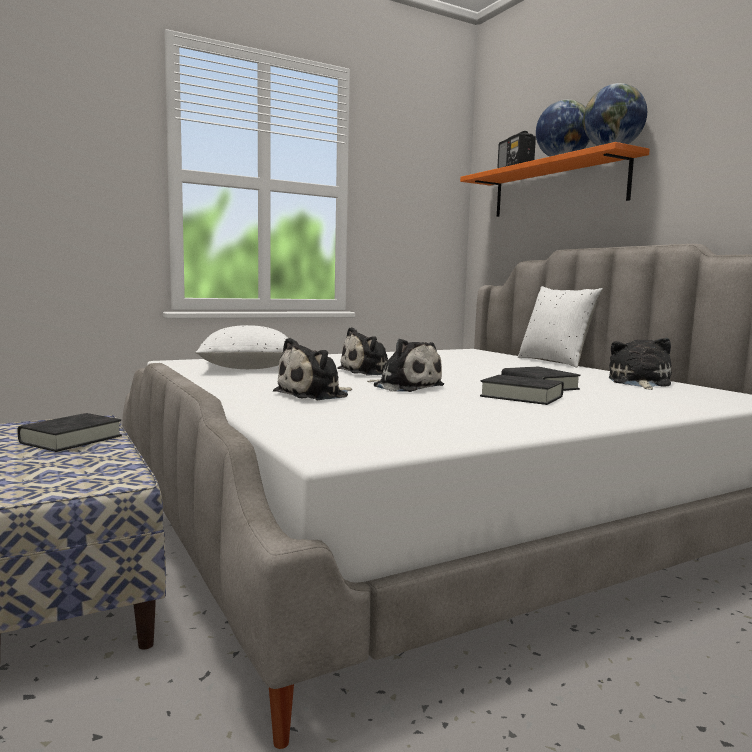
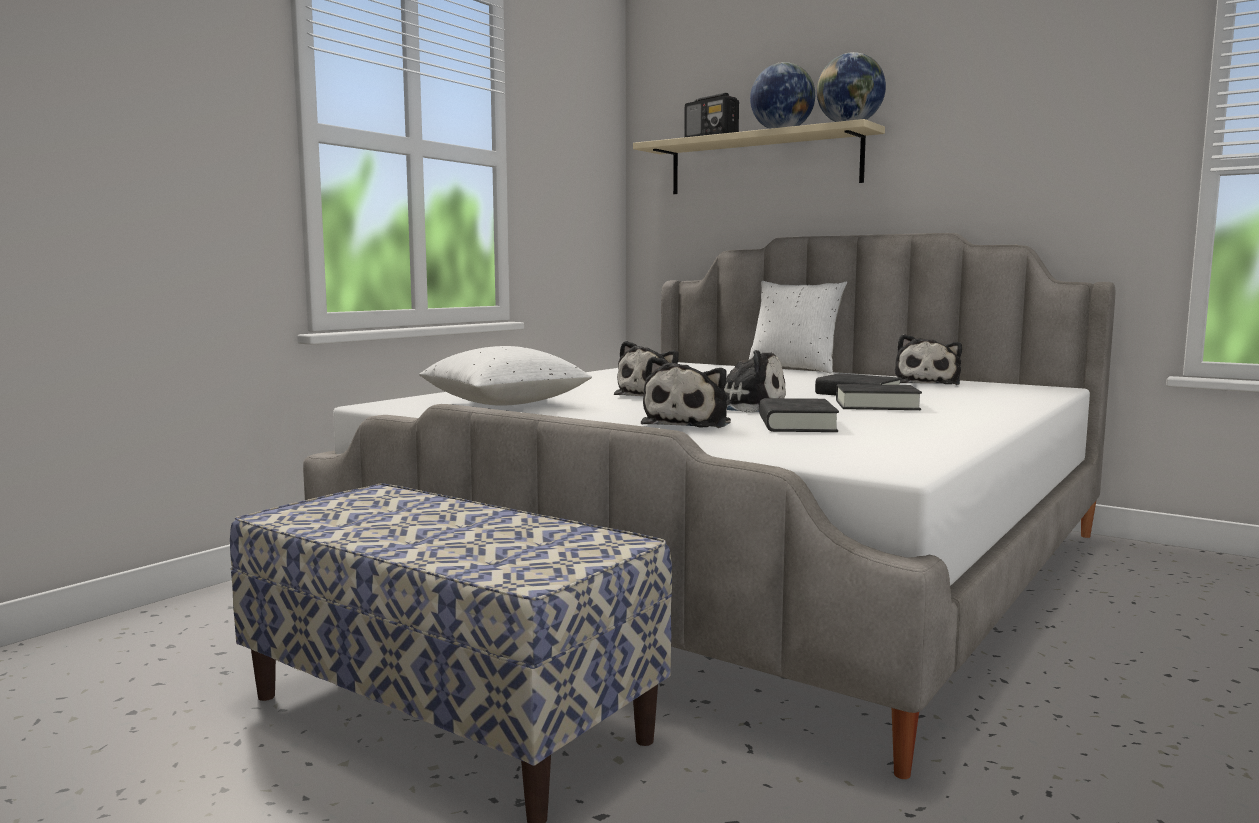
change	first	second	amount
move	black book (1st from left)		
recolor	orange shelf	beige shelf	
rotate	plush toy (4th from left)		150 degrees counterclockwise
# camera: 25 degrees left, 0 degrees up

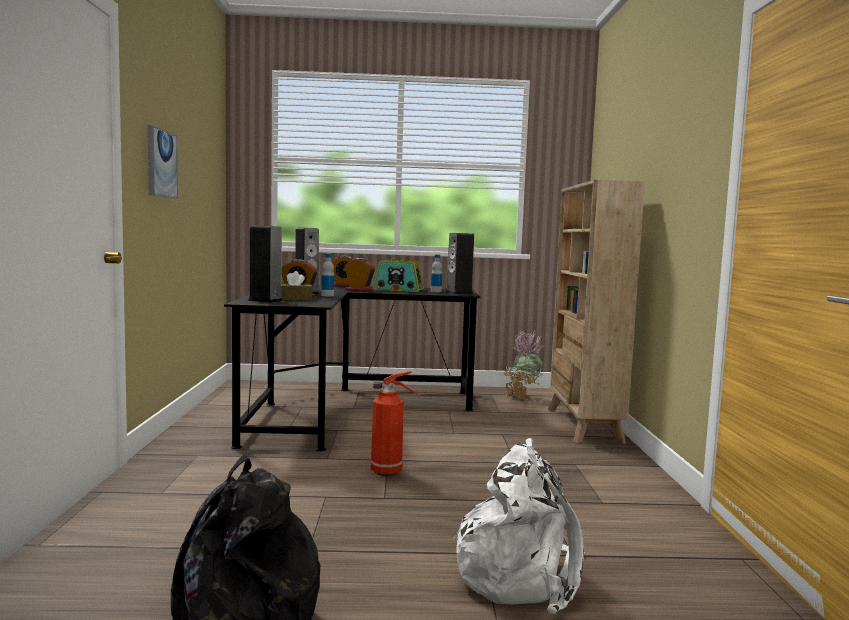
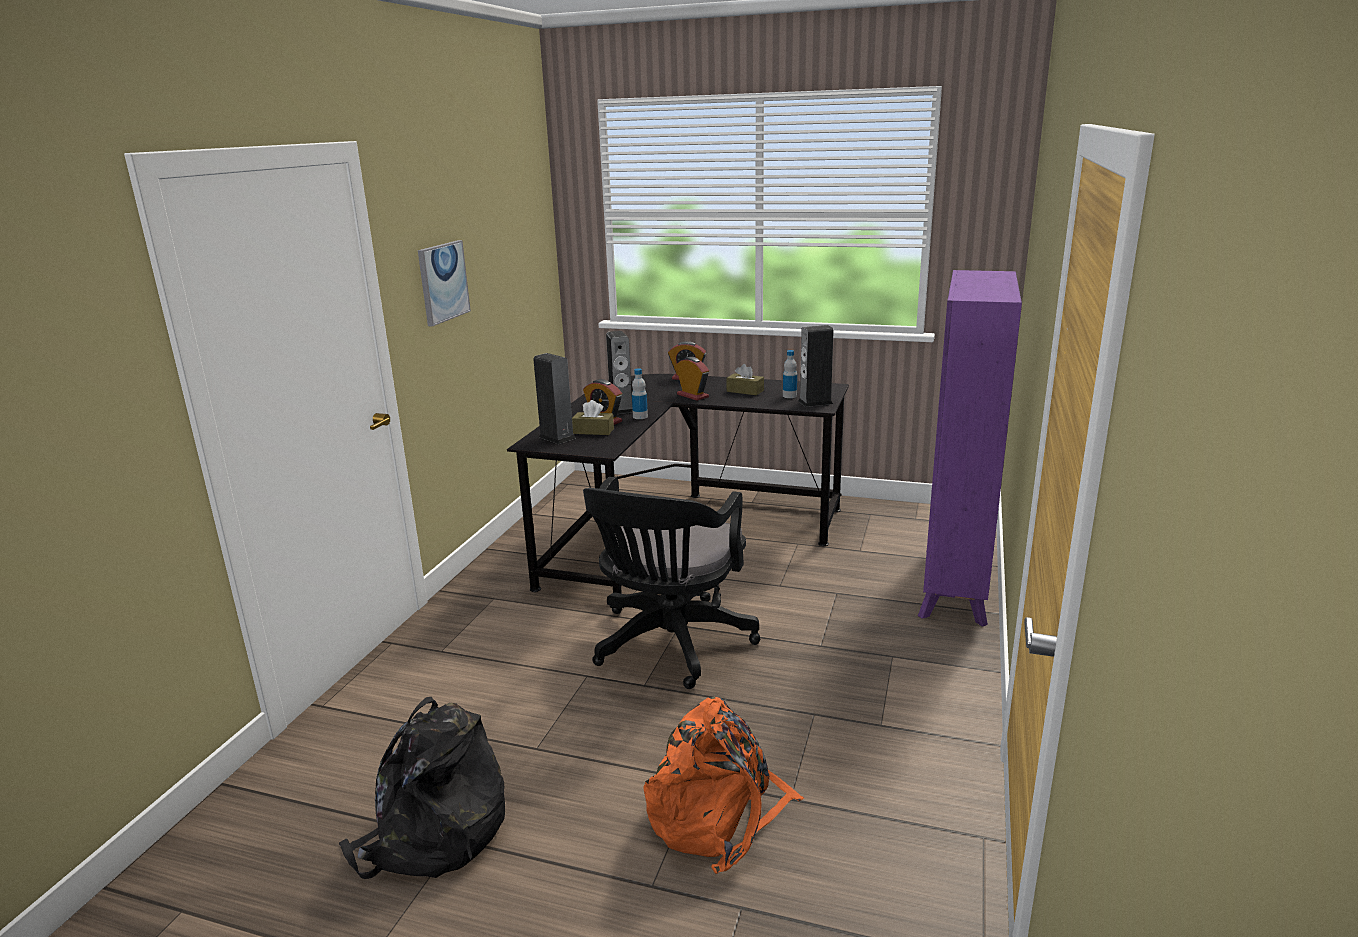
change	first	second	amount
delete	potted plant		
replace	fire extinguisher	black office chair	
replace	radio	brown tissue box (2nd from left)	
recolor	white backpack	orange backpack	
recolor	beige bookcase	purple bookcase	
# camera: 20 degrees right, 15 degrees up

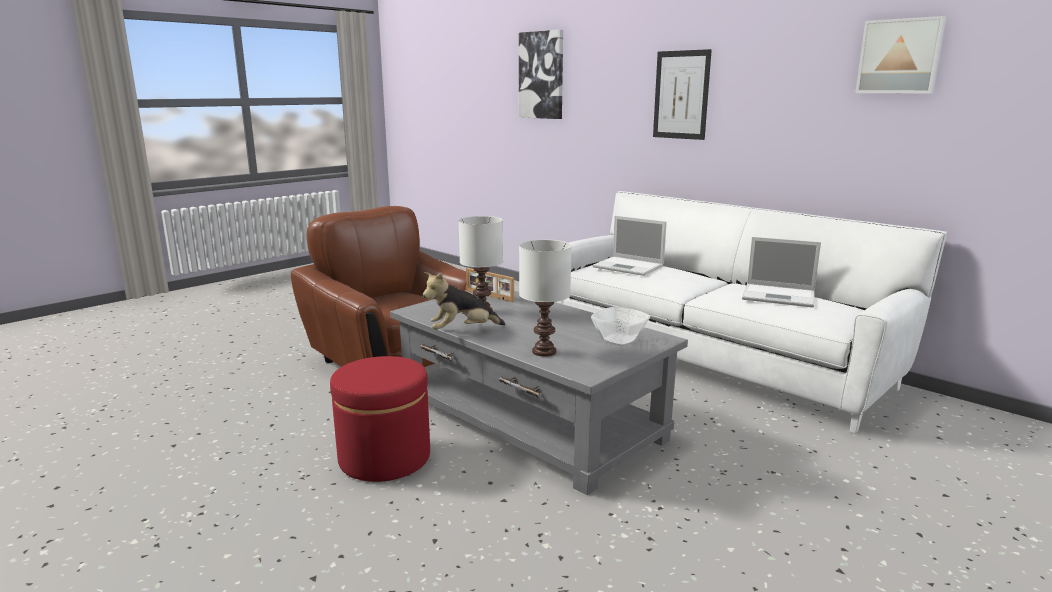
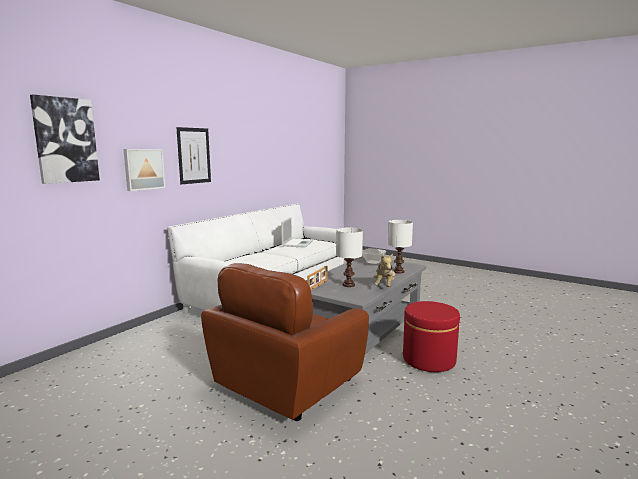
change	first	second	amount
delete	laptop (1st from left)		
move	picture (3rd from left in the first image)	picture (2nd from left)	
rotate	plush toy		45 degrees clockwise
# camera: 100 degrees left, 5 degrees down

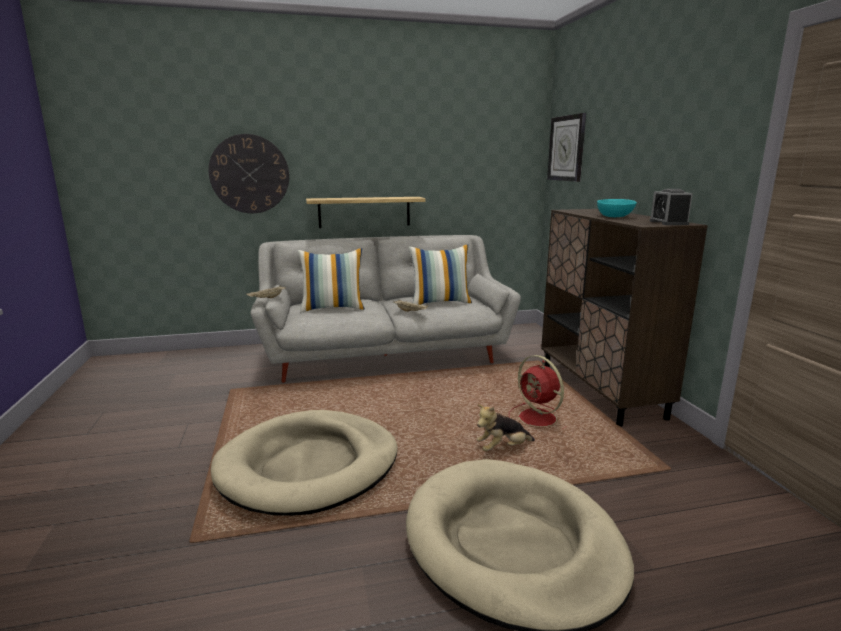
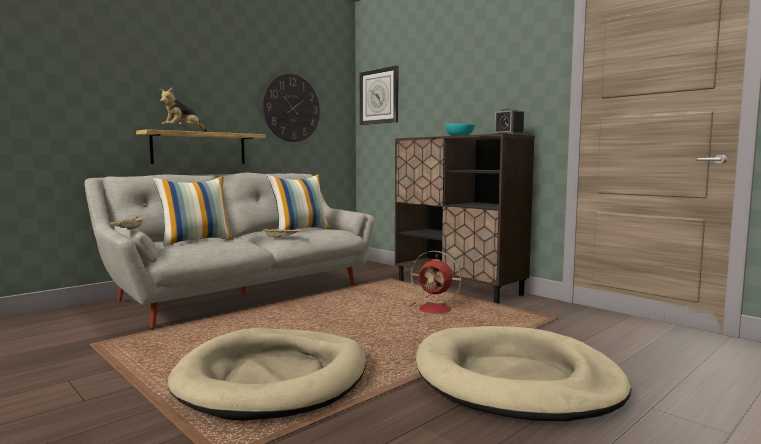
change	first	second	amount
move	wall clock (1st from left)		
move	plush toy		
# camera: 30 degrees left, 10 degrees down

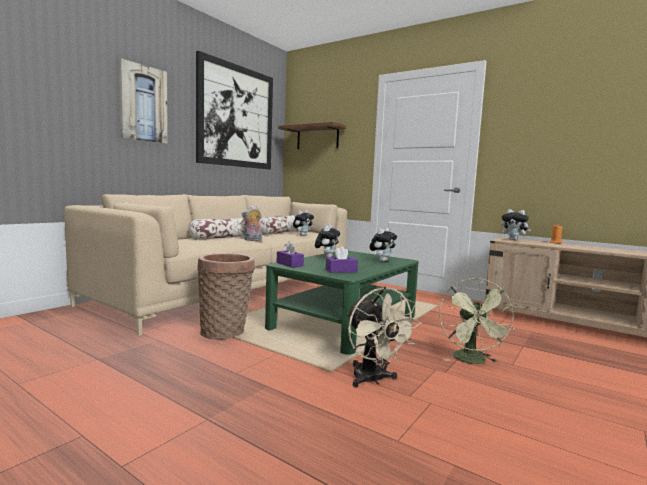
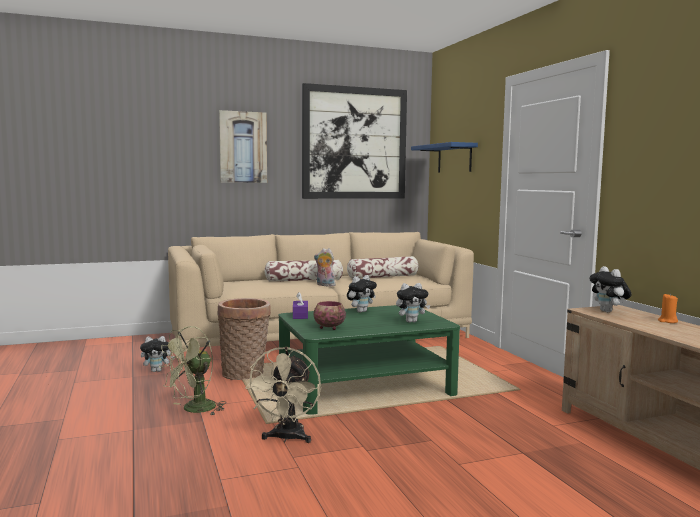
change	first	second	amount
move	plush toy (2nd from left in the first image)	plush toy (1st from left)	
move	green fan		
replace	purple tissue box (2nd from left)	bowl	
recolor	brown shelf	blue shelf	
# camera: 35 degrees right, 0 degrees up

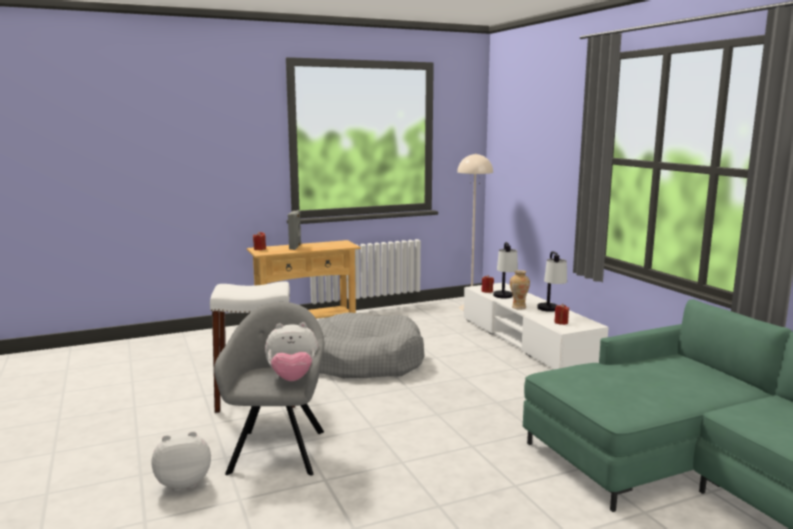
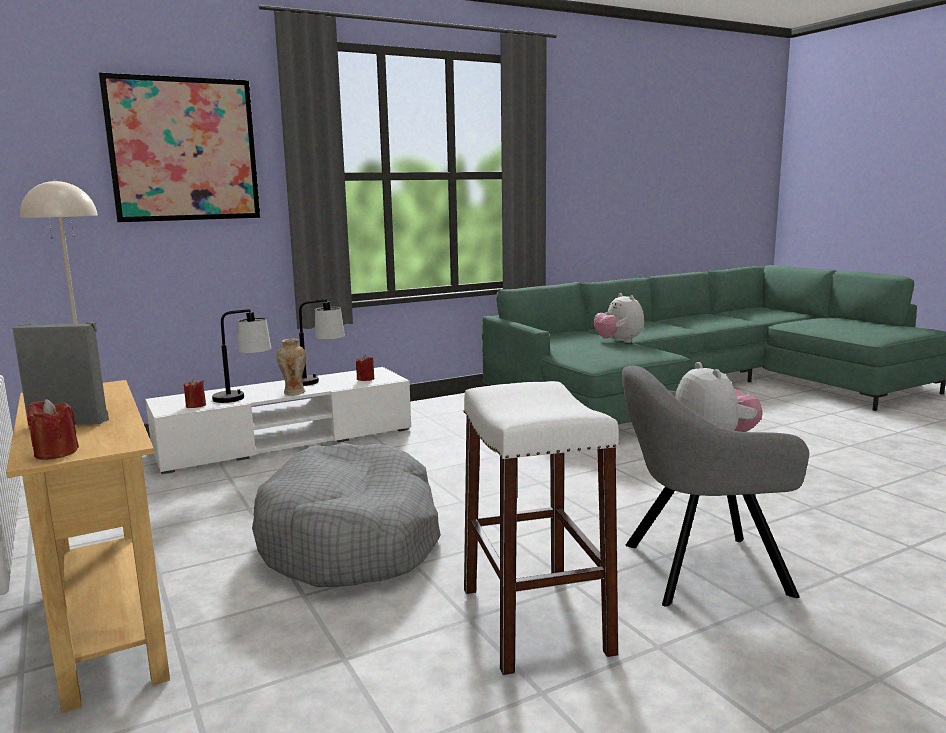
change	first	second	amount
insert		picture	
move	plush toy (1st from left)		
# camera: 95 degrees left, 0 degrees up

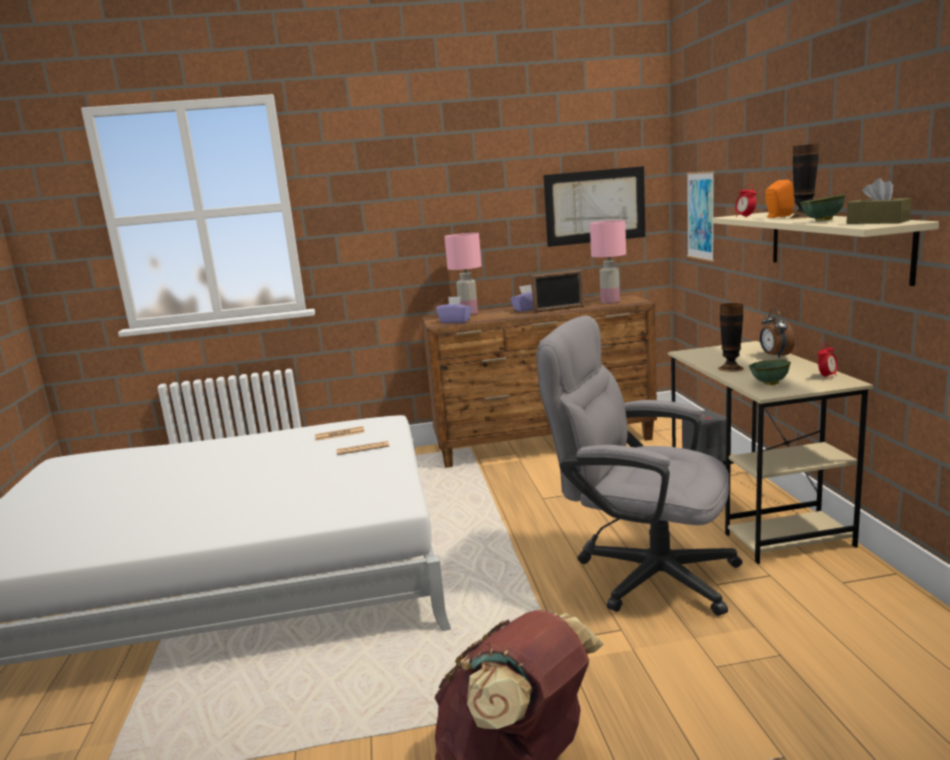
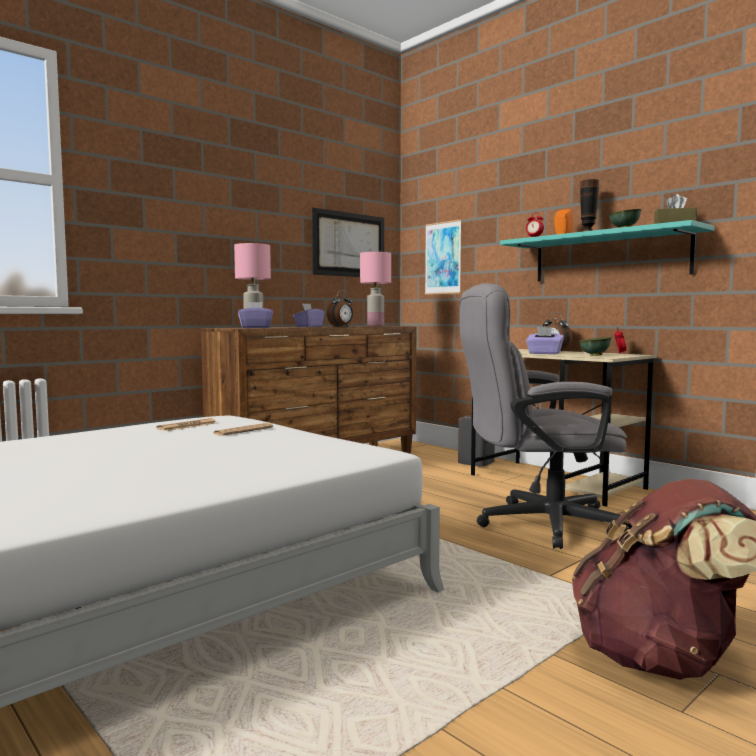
change	first	second	amount
replace	picture frame	alarm clock (1st from left)	
replace	vase (1st from left)	purple tissue box (3rd from left)	
recolor	beige shelf	turquoise shelf	
# camera: 35 degrees left, 10 degrees down

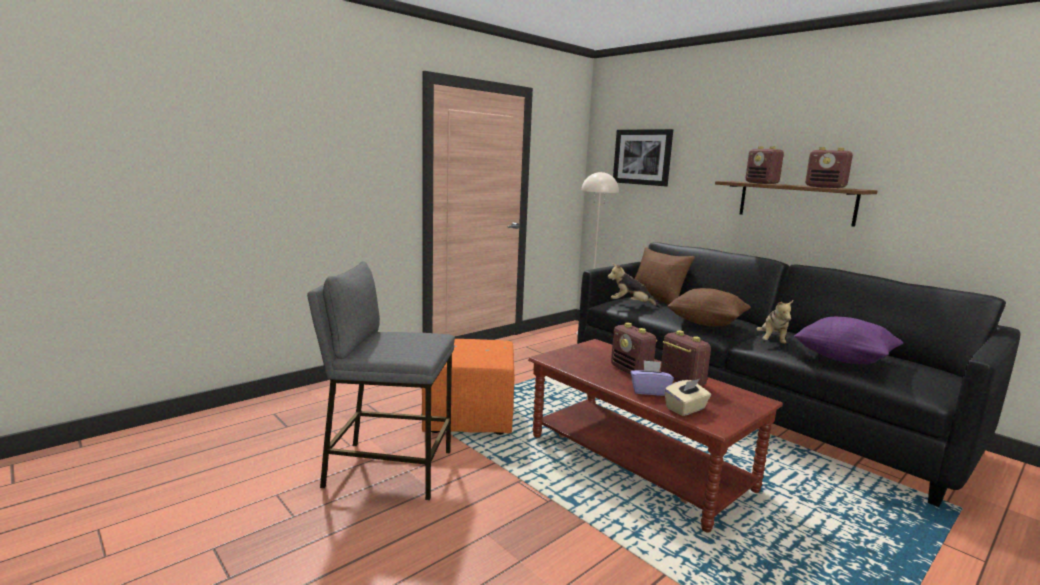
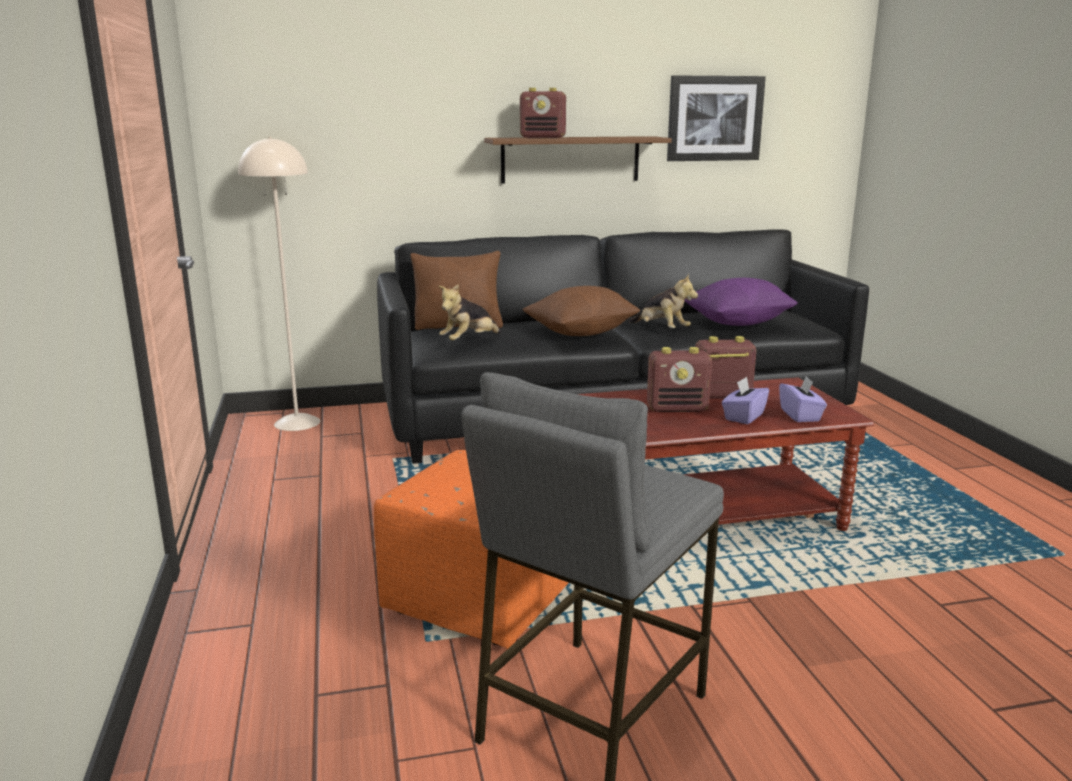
change	first	second	amount
delete	radio (4th from left)		
move	picture		
recolor	beige tissue box	purple tissue box (2nd from left)	
# camera: 60 degrees left, 5 degrees up

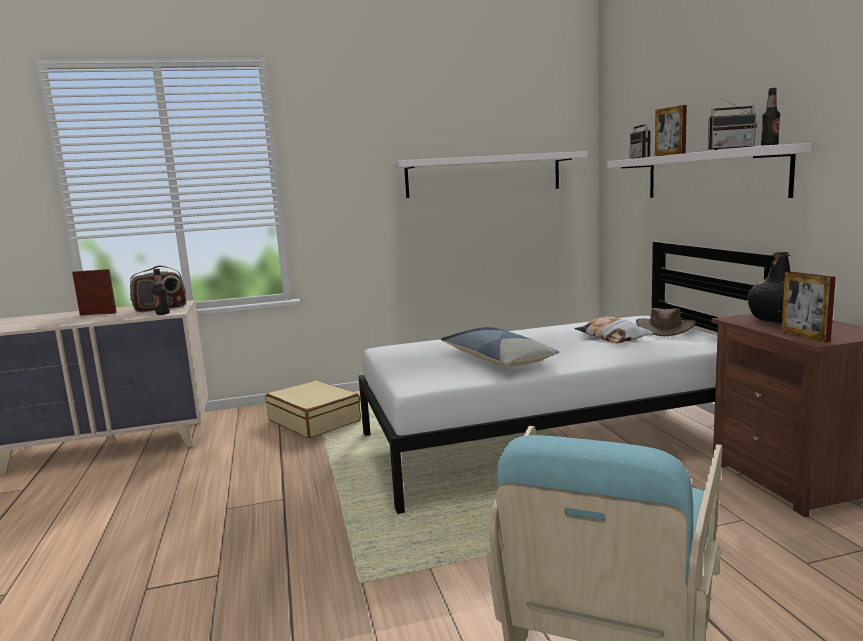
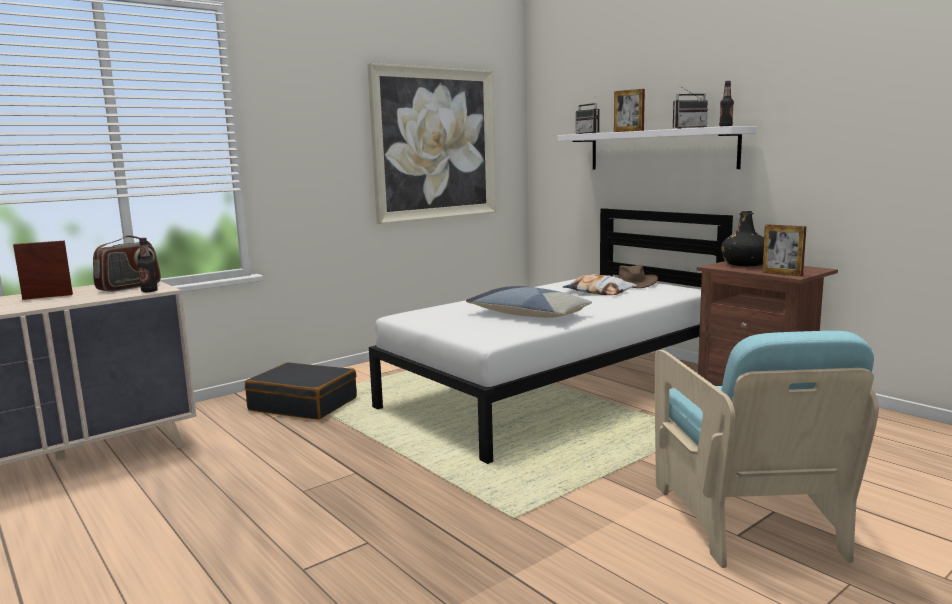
change	first	second	amount
replace	white shelf (1st from left)	picture	
recolor	beige suitcase	black suitcase	
# camera: 25 degrees left, 0 degrees up

